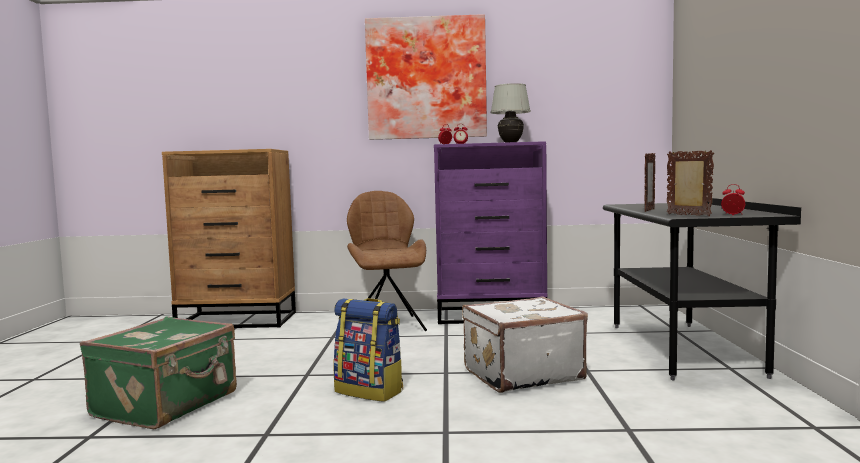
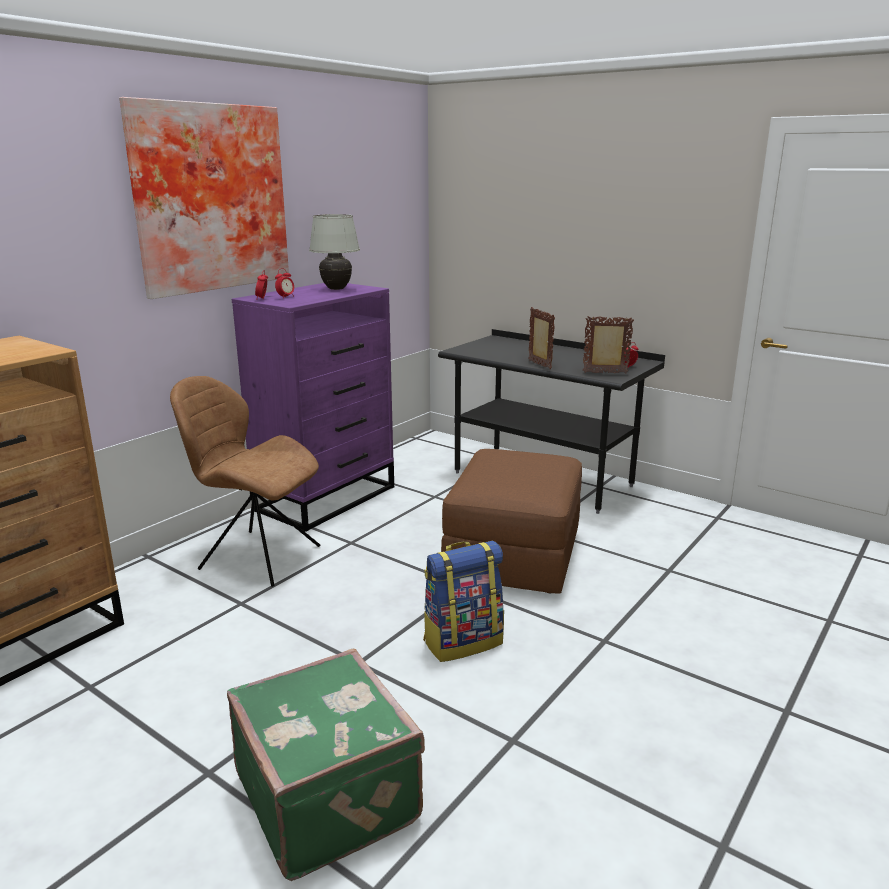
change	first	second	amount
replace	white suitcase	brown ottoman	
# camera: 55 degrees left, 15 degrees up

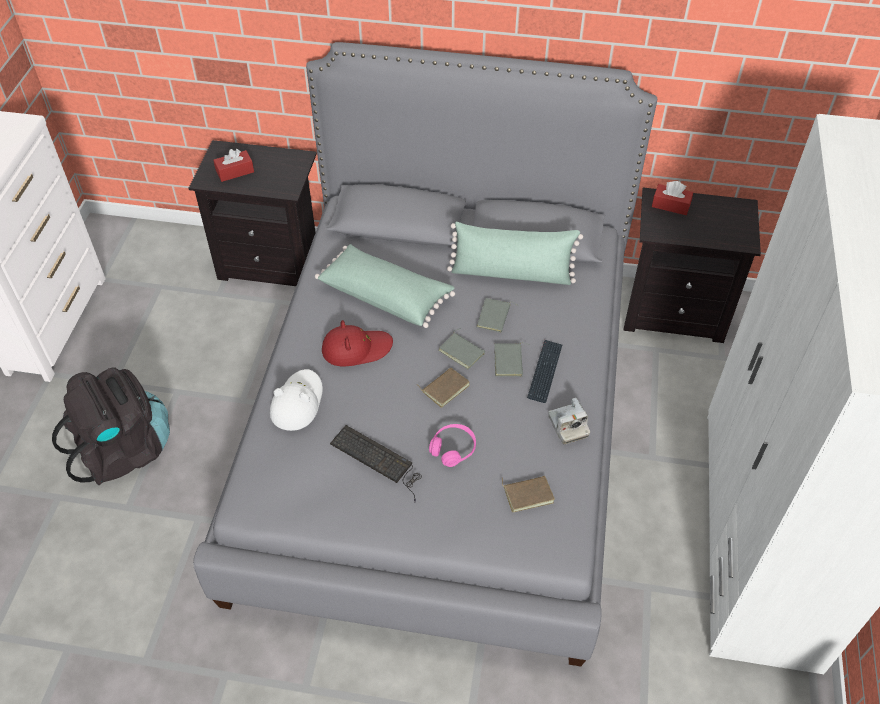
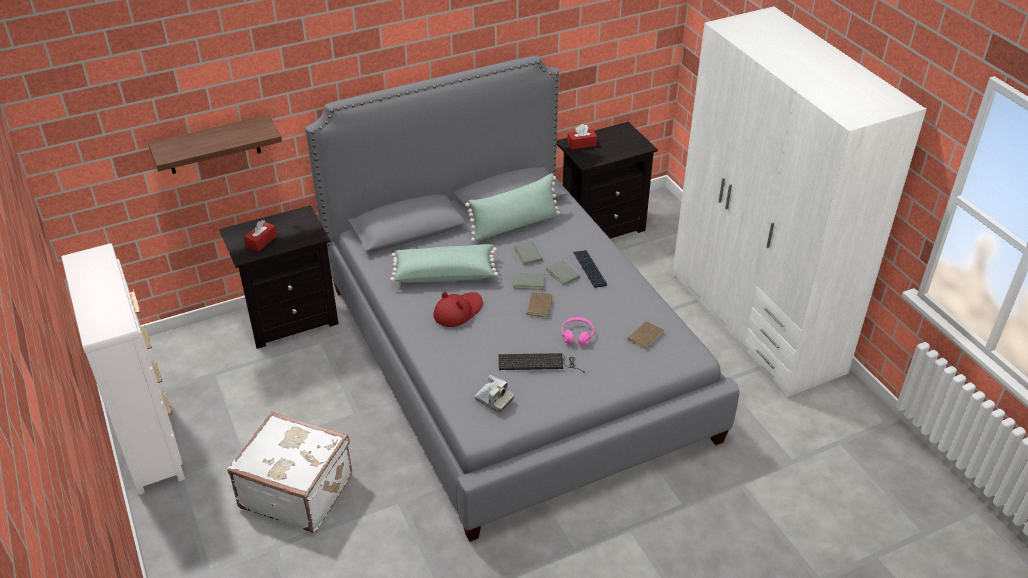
change	first	second	amount
delete	white hat		
insert		shelf	
move	photo camera		
replace	black backpack	white suitcase	
# camera: 35 degrees left, 10 degrees down

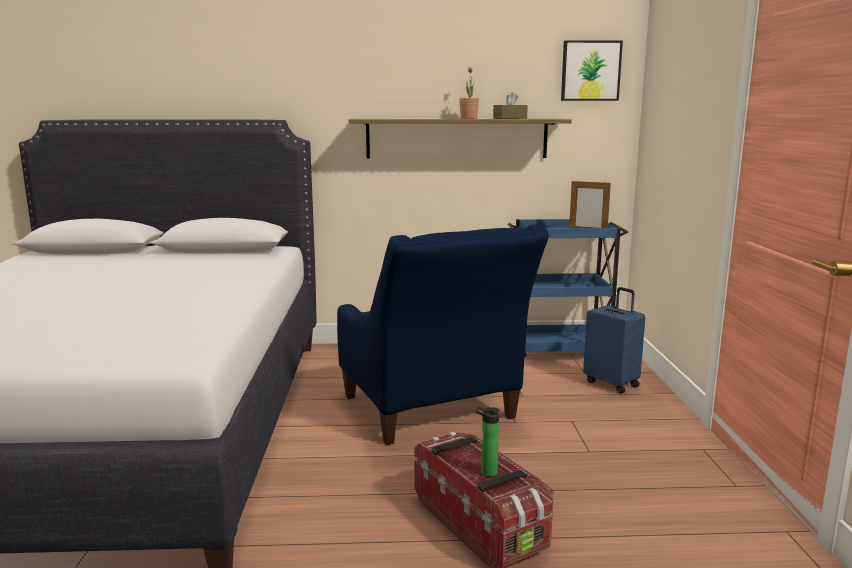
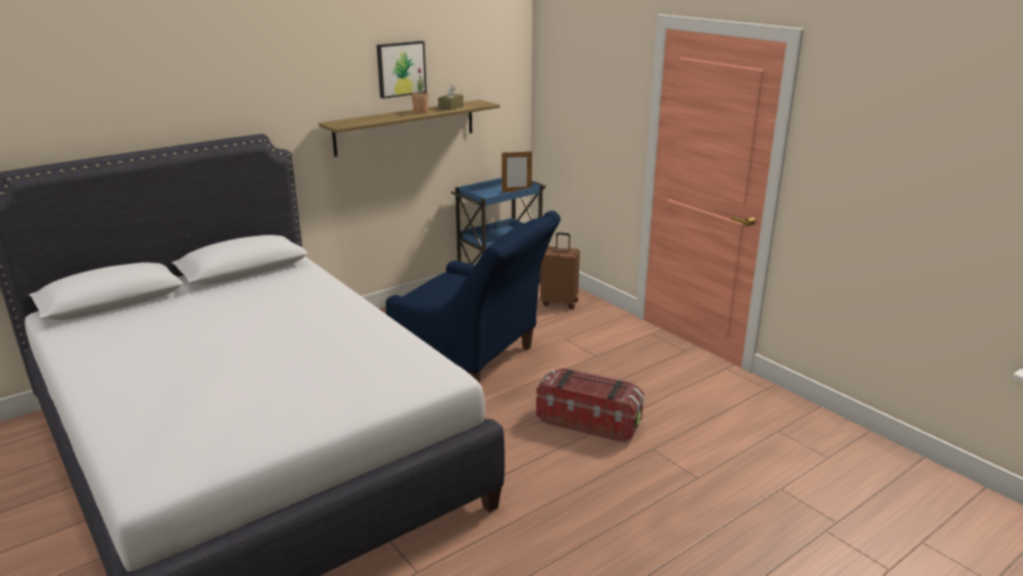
change	first	second	amount
delete	bottle		
move	picture		
recolor	blue suitcase	brown suitcase	
# camera: 35 degrees left, 10 degrees up

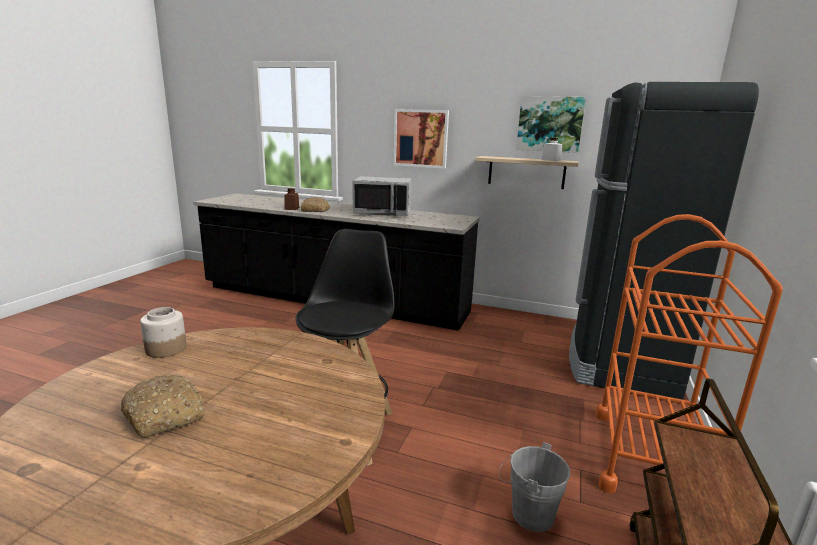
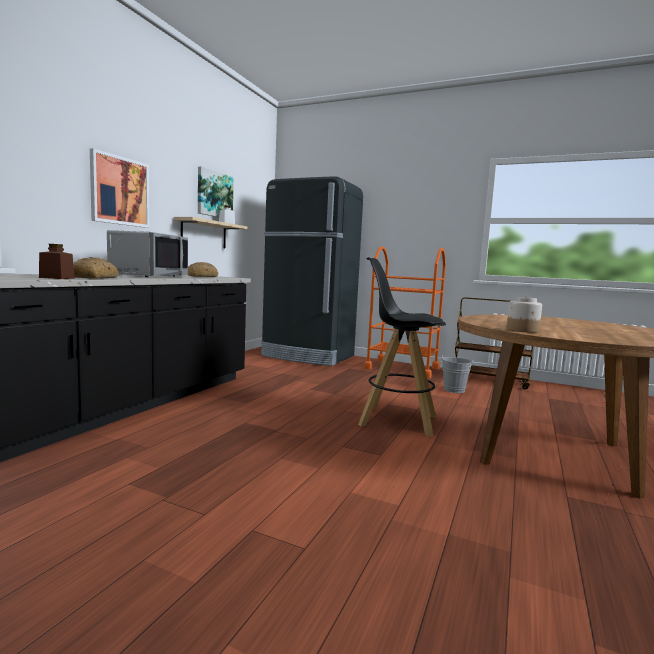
change	first	second	amount
move	bread (1st from left in the first image)	bread (2nd from left)	
# camera: 85 degrees left, 10 degrees down

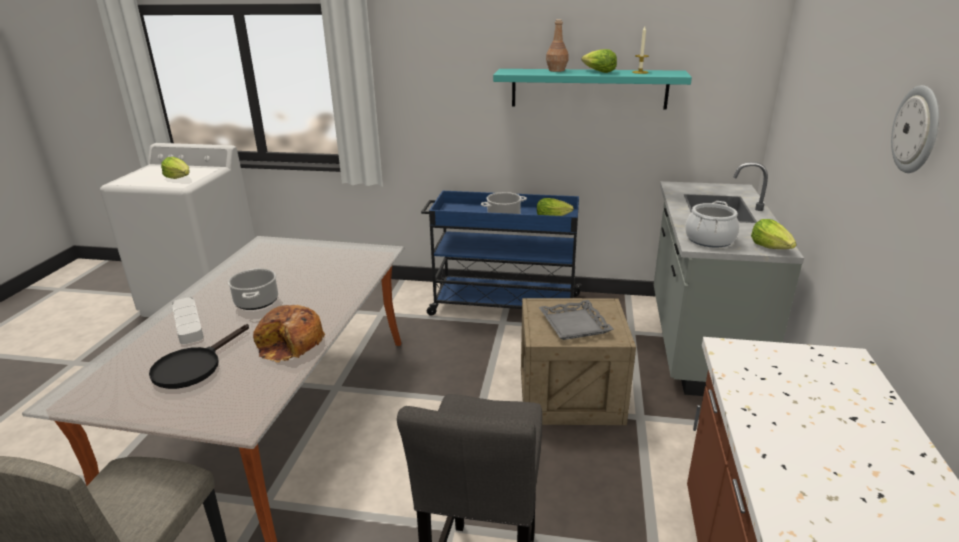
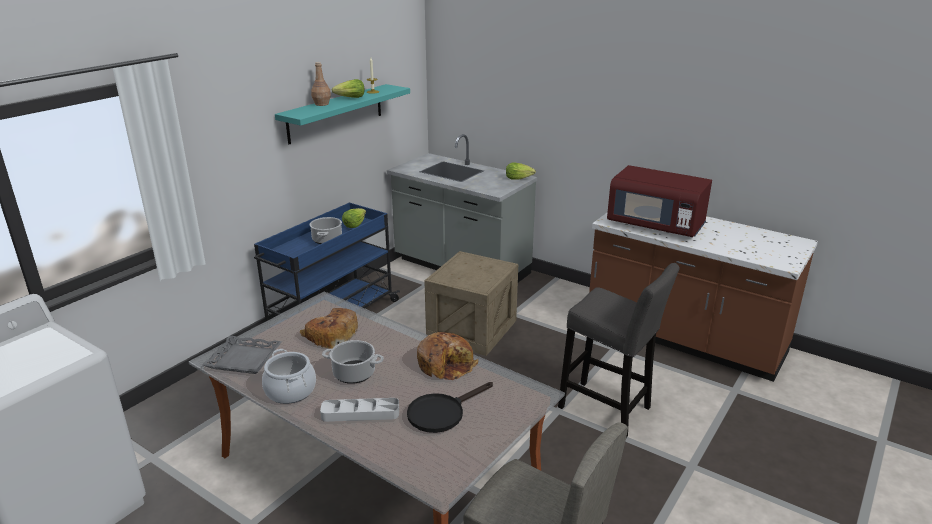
change	first	second	amount
delete	lettuce (1st from left)		
delete	wall clock		
insert		bread (1st from left)	
insert		red microwave	
move	grey tray (2nd from left in the first image)	grey tray (1st from left)	
move	cooking pot (3rd from left in the first image)	cooking pot (1st from left)	
rotate	black frying pan		90 degrees clockwise
# camera: 65 degrees left, 0 degrees up

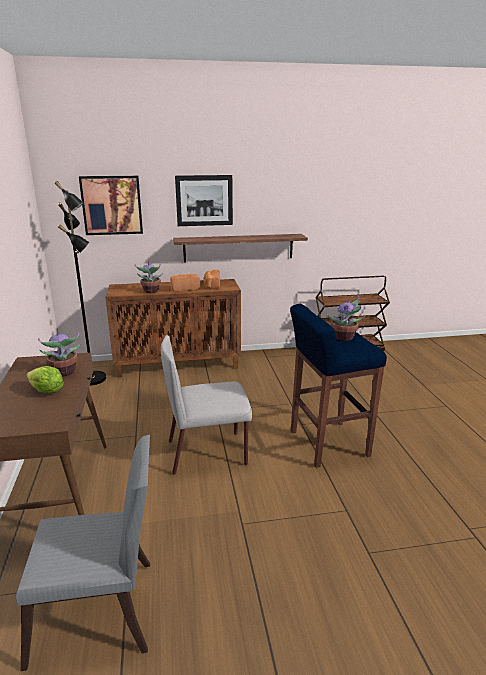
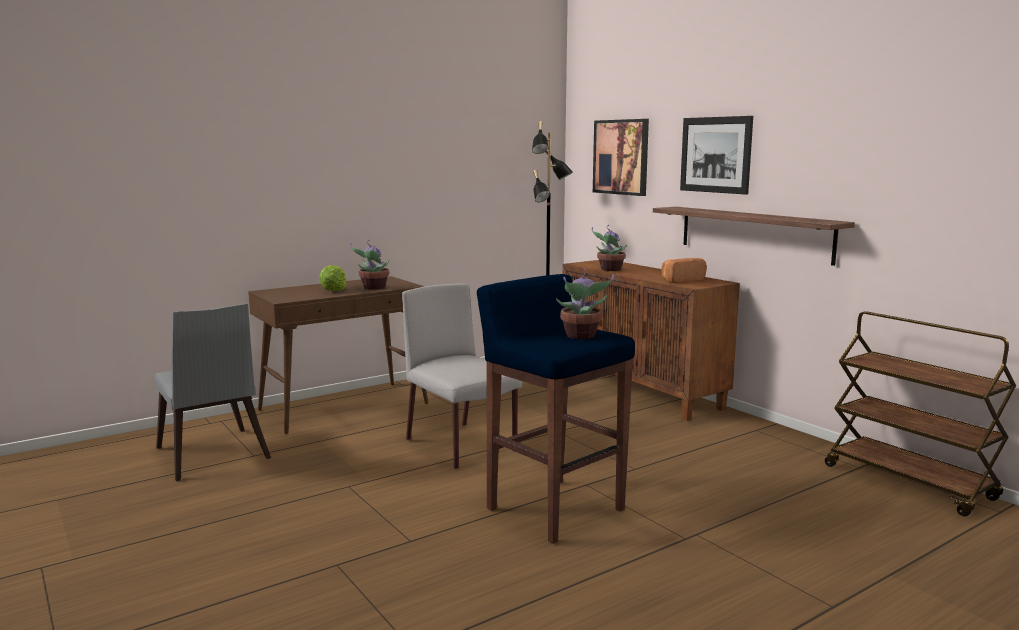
change	first	second	amount
delete	bread (1st from left)		
# camera: 65 degrees right, 10 degrees down

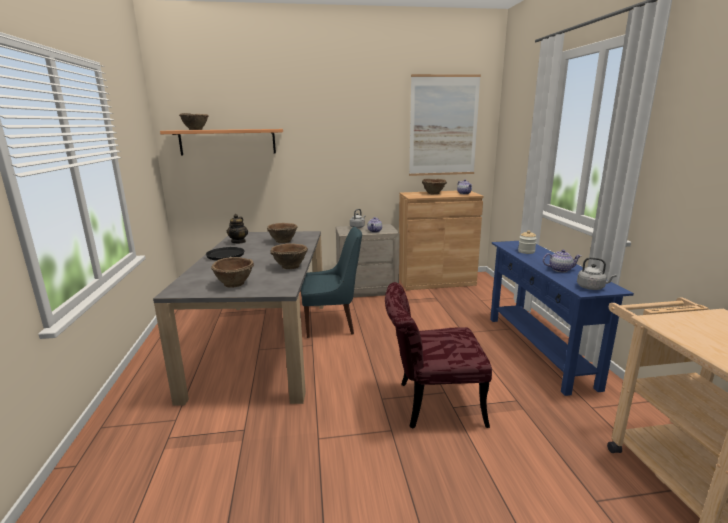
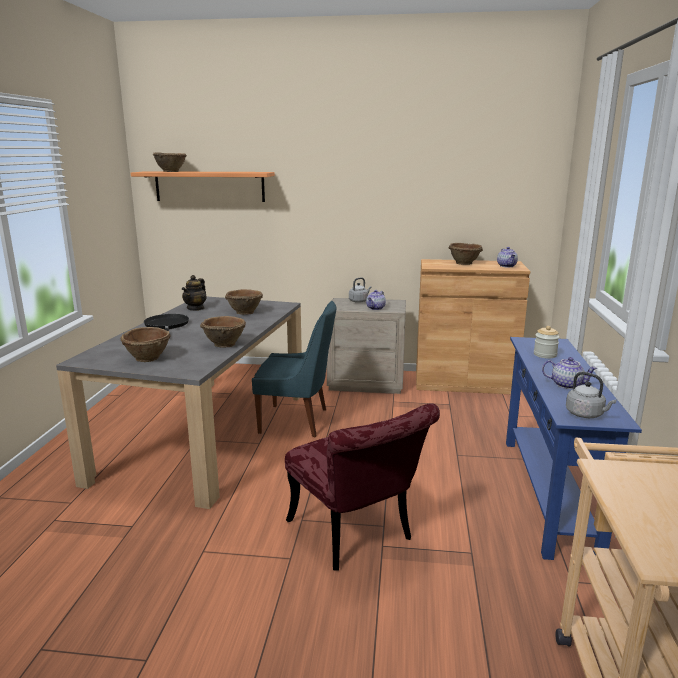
change	first	second	amount
delete	picture		
rotate	red chair		135 degrees counterclockwise
# camera: 15 degrees right, 0 degrees up

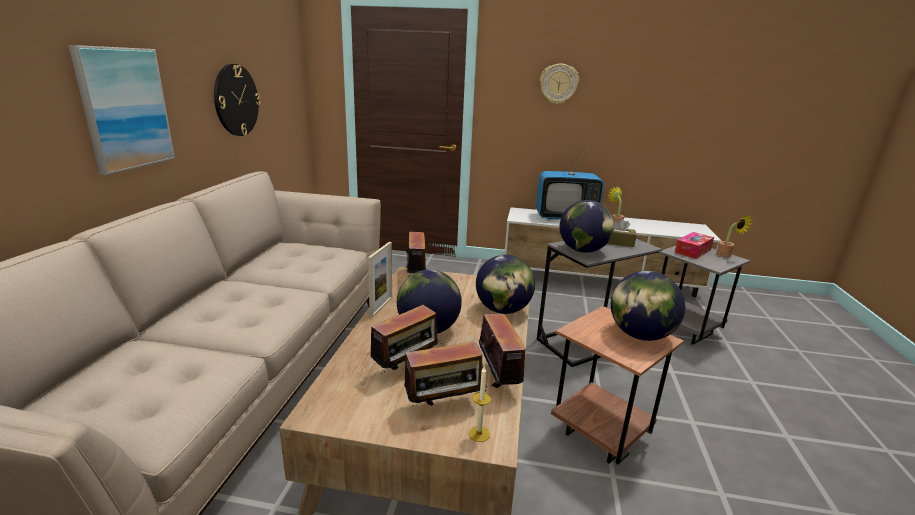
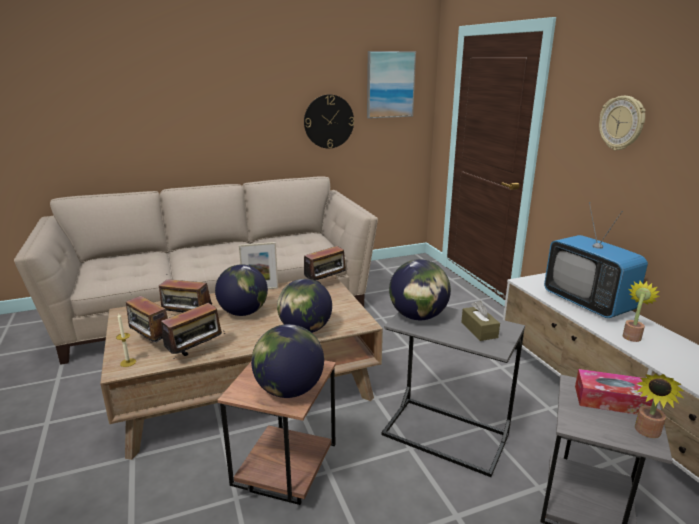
change	first	second	amount
move	picture		
# camera: 60 degrees right, 0 degrees up

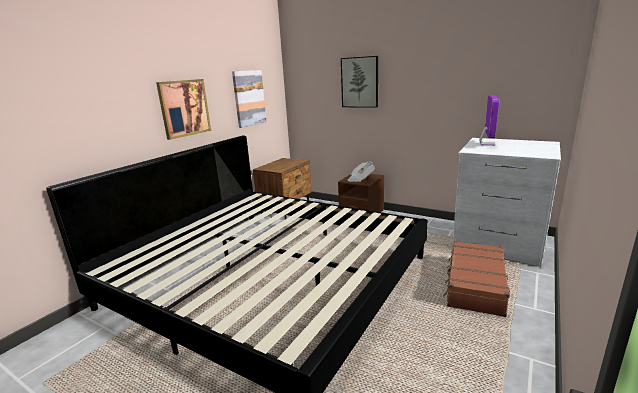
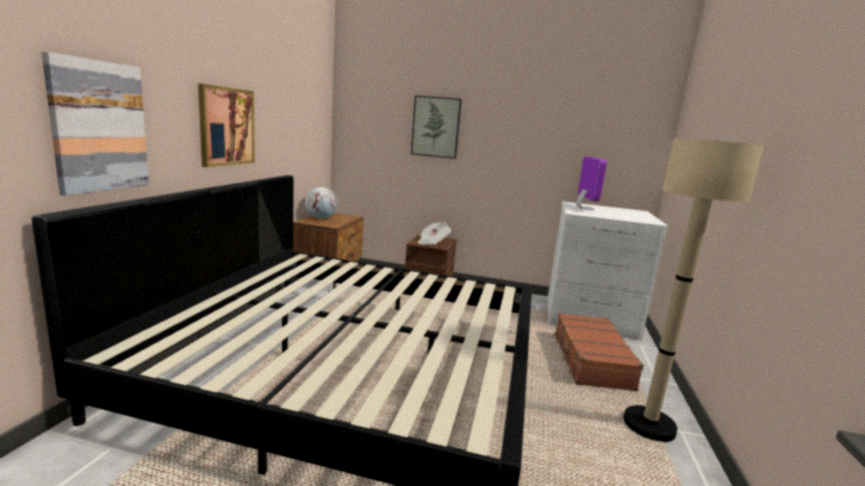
change	first	second	amount
insert		globe	
insert		beige floor lamp	
move	picture (2nd from left in the first image)	picture (1st from left)	
# camera: 20 degrees left, 5 degrees down

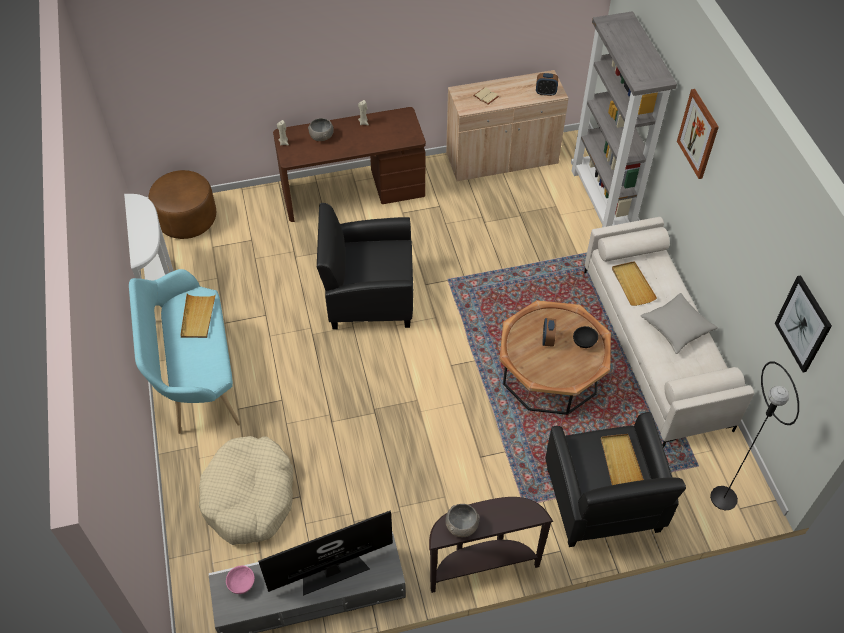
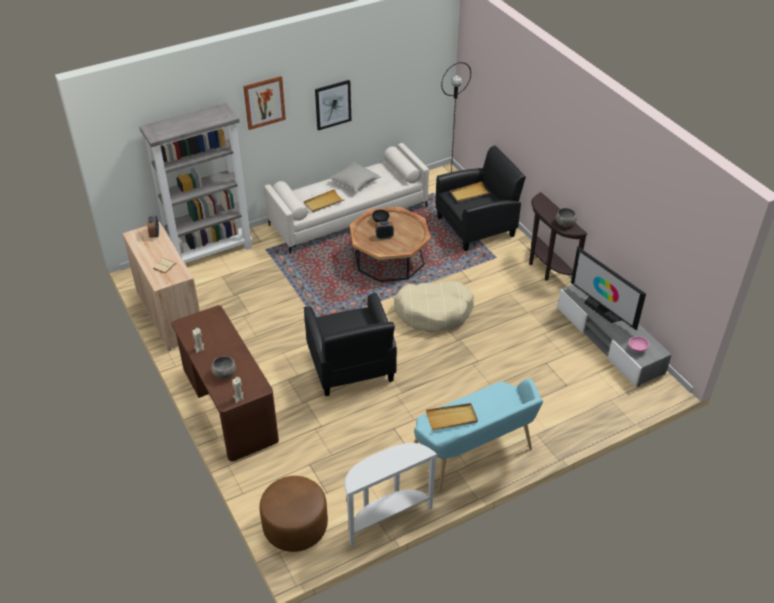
change	first	second	amount
move	beige dog bed		
move	picture (2nd from left)		
# camera: 105 degrees left, 10 degrees down

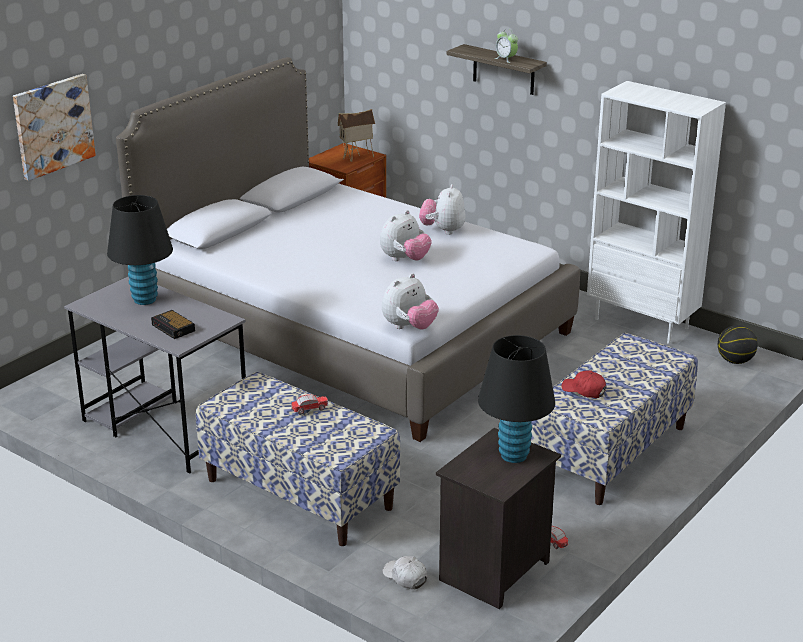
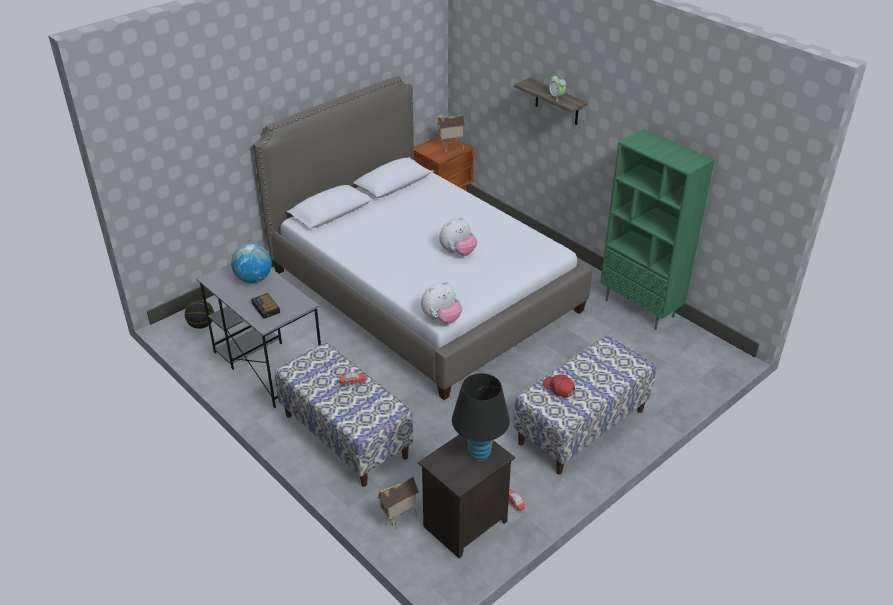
change	first	second	amount
delete	picture		
delete	plush toy (3rd from left)		
move	basketball		
replace	black table lamp (1st from left)	globe	
replace	white cap	toy house (1st from left)	
recolor	white bookcase	green bookcase	
# camera: 10 degrees right, 10 degrees up

